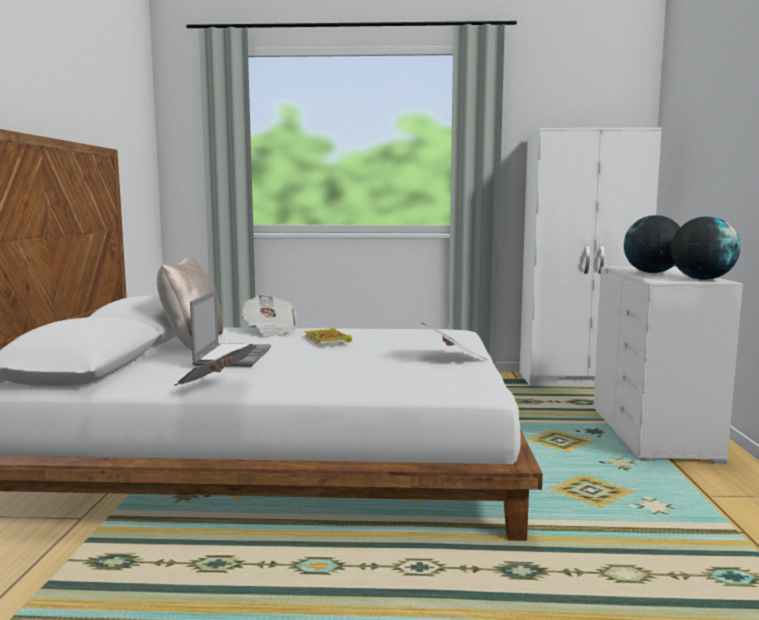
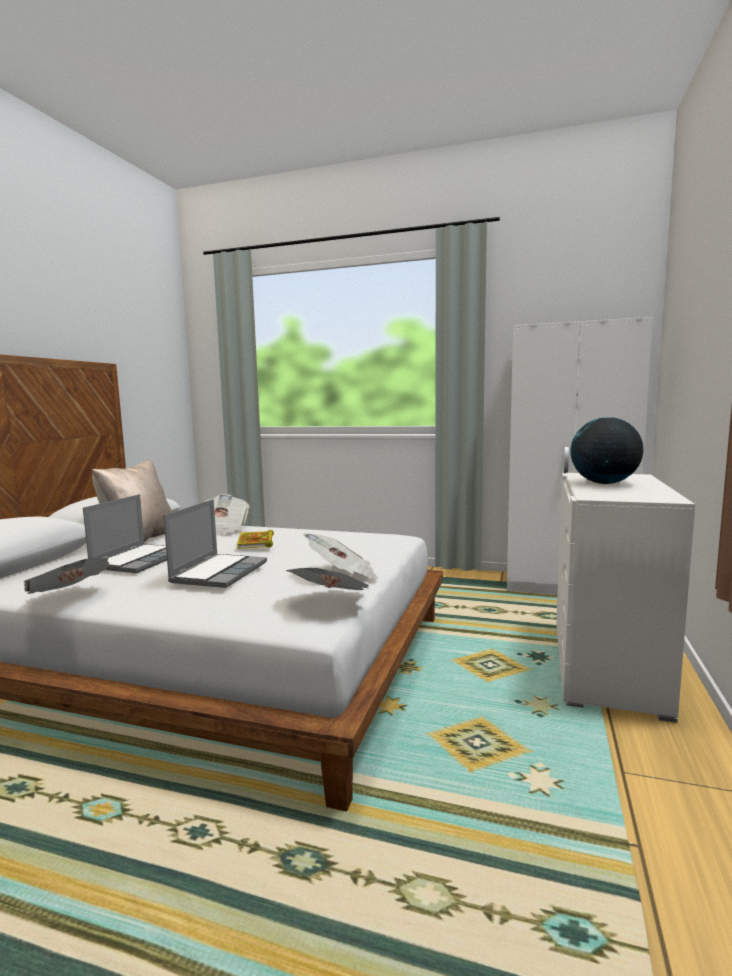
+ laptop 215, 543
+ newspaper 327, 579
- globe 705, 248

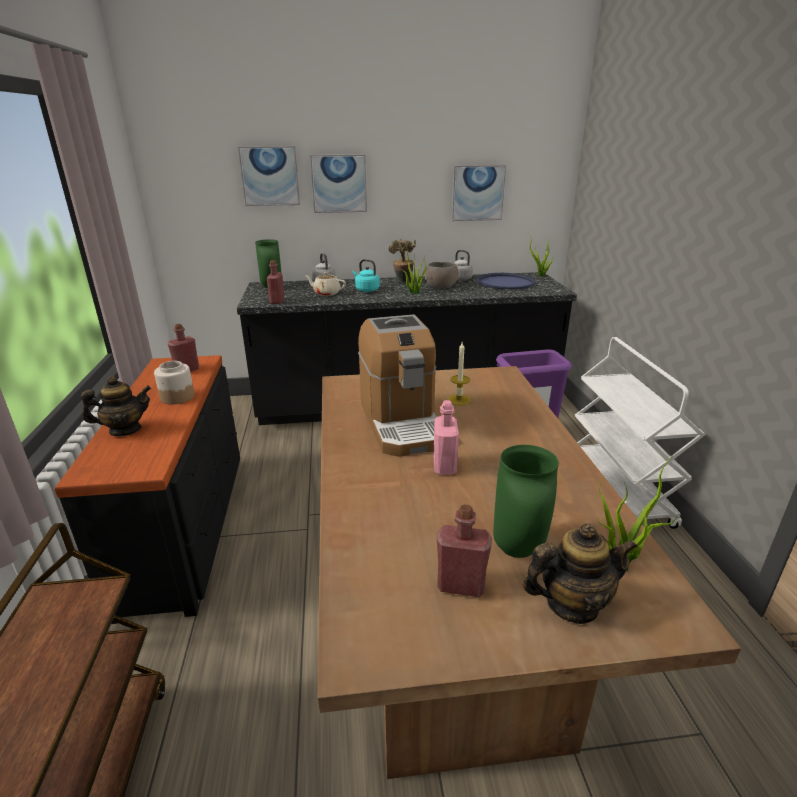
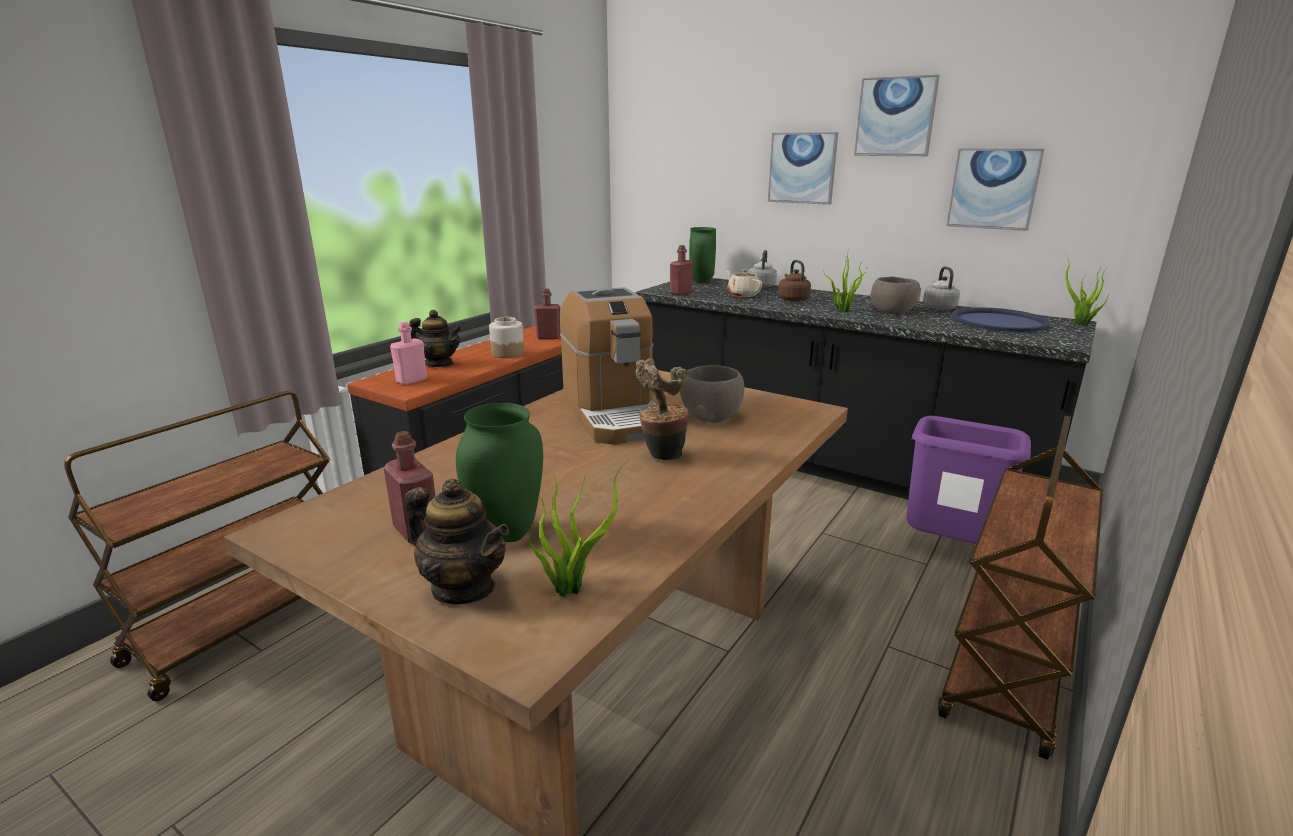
~ pink bottle 446, 437 to 408, 353
~ coffee machine 398, 385 = 608, 366 45 degrees counterclockwise
~ potted plant 402, 260 to 662, 409
~ candle 459, 373 to grey bowl 712, 394
~ turquoise kettle 366, 275 to brown kettle 794, 280
~ picture 269, 176 to 897, 115
~ white cart 640, 433 to brown cart 1020, 588

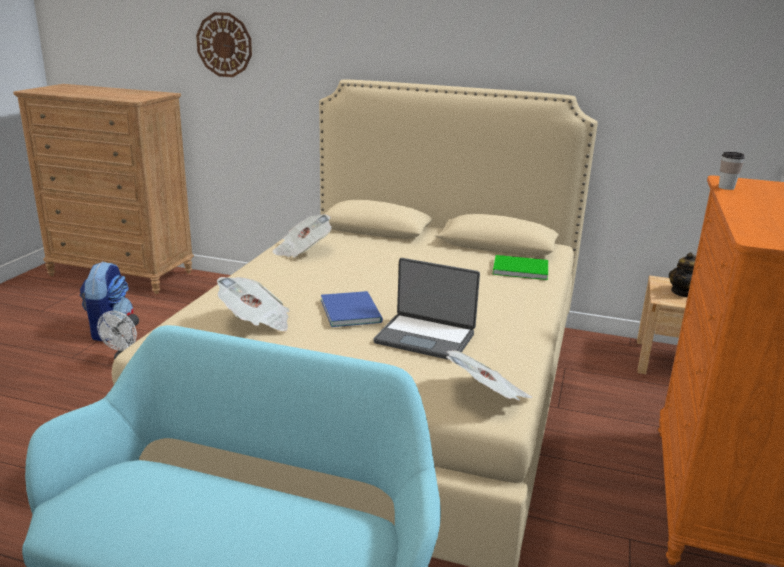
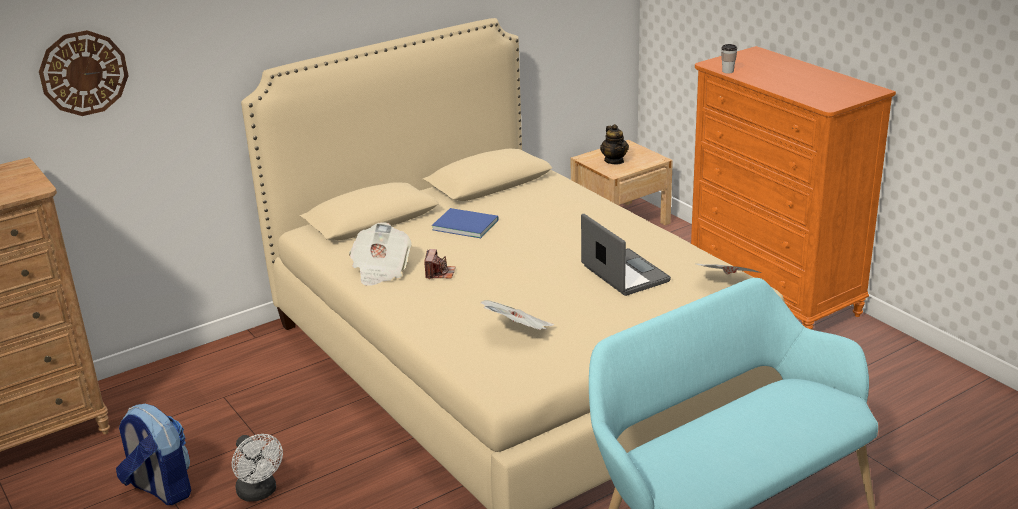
+ photo camera 440, 264
~ blue book 352, 309 to 465, 223
~ laptop 426, 309 = 626, 255 90 degrees counterclockwise
- green book 520, 267

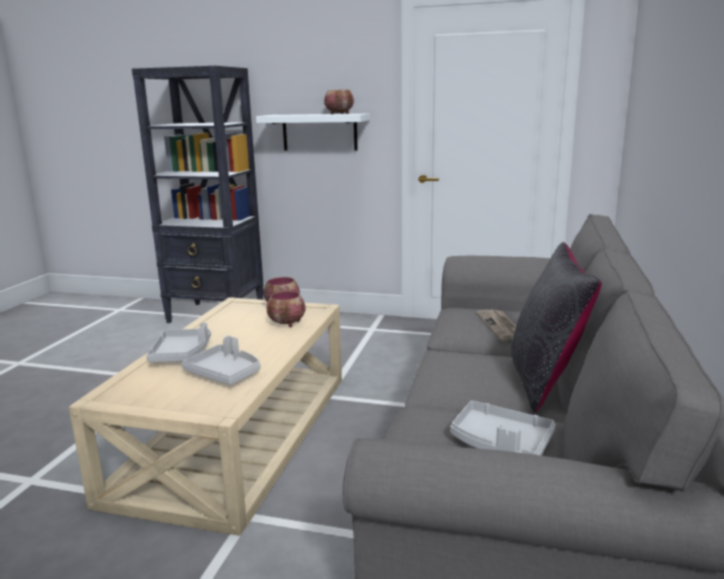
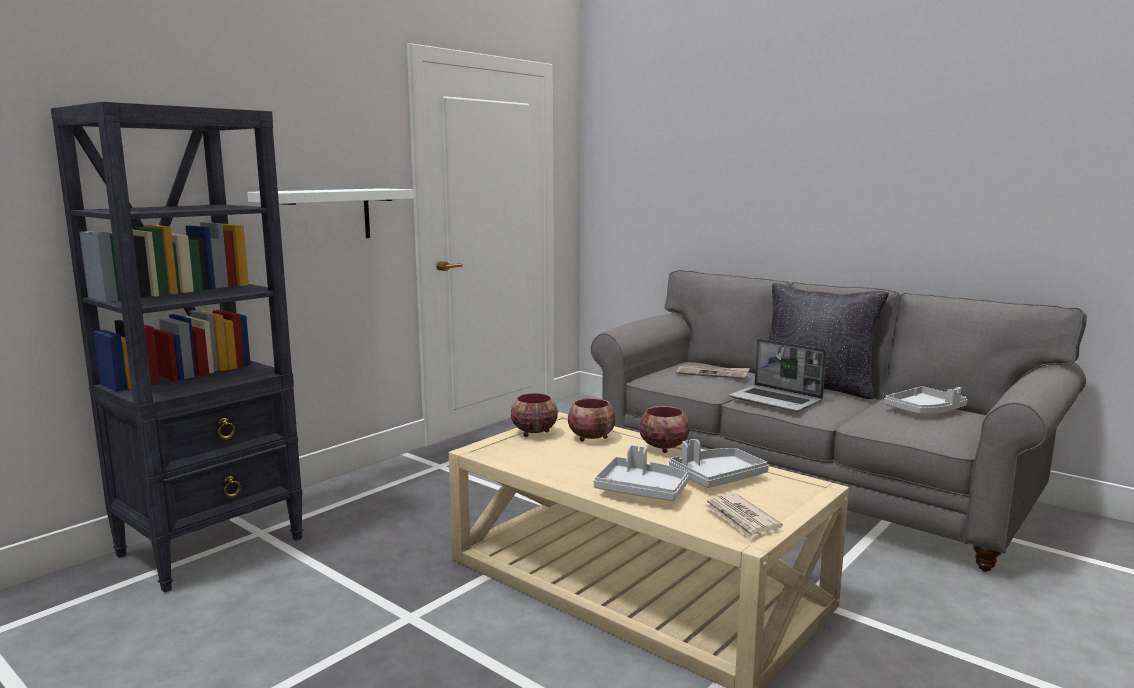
~ bowl 339, 102 to 664, 429
+ newspaper 743, 516
+ laptop 777, 375

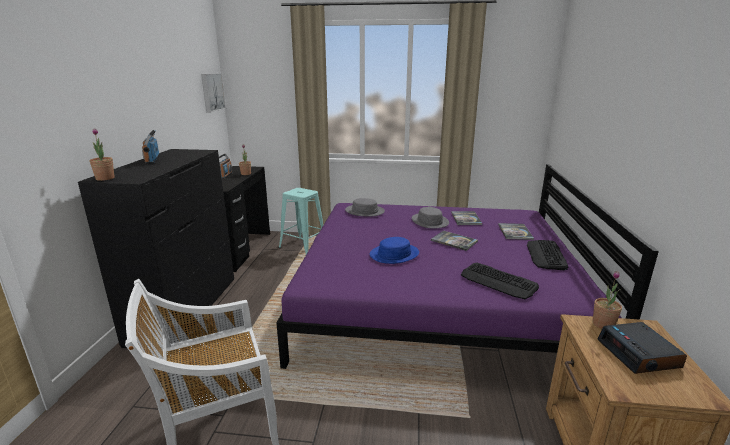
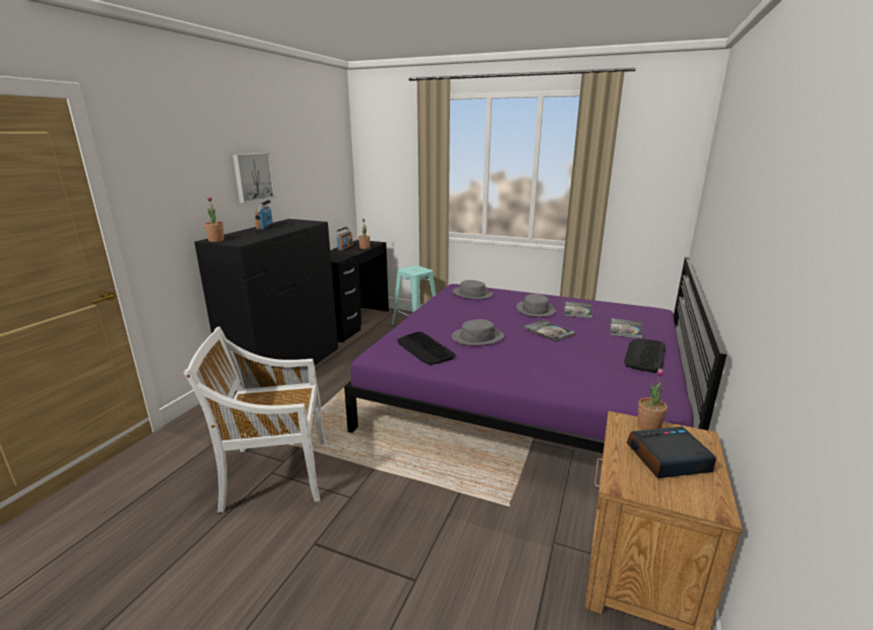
~ picture 213, 92 to 254, 178
~ keyboard 500, 281 to 426, 348
~ blue hat 394, 250 to grey hat 477, 332
~ alarm clock 642, 348 = 671, 452 75 degrees clockwise

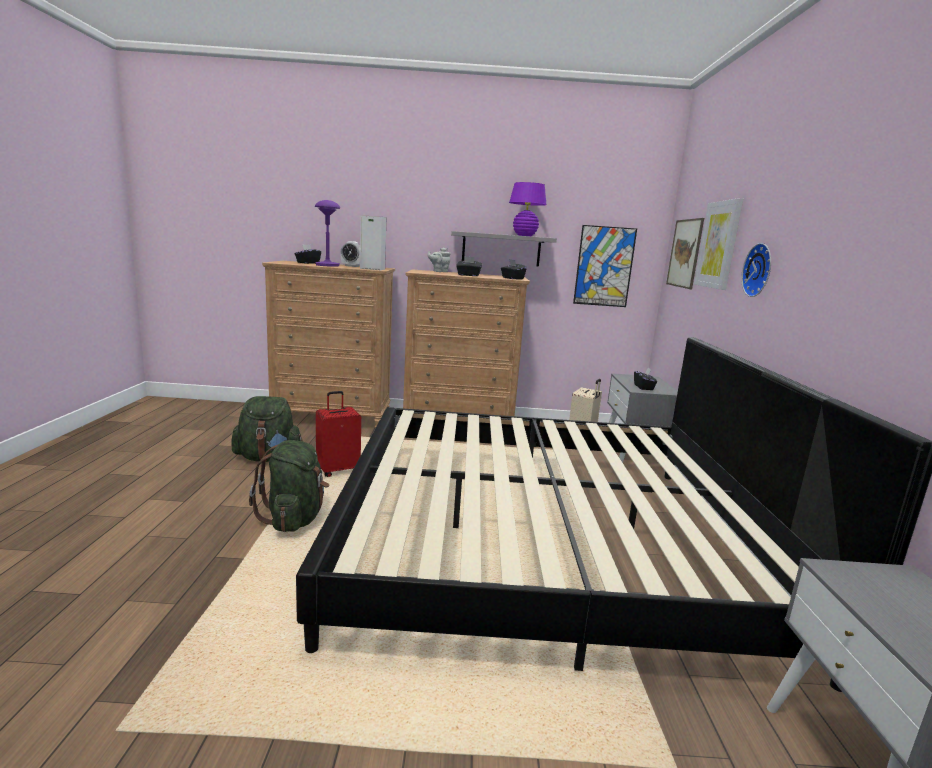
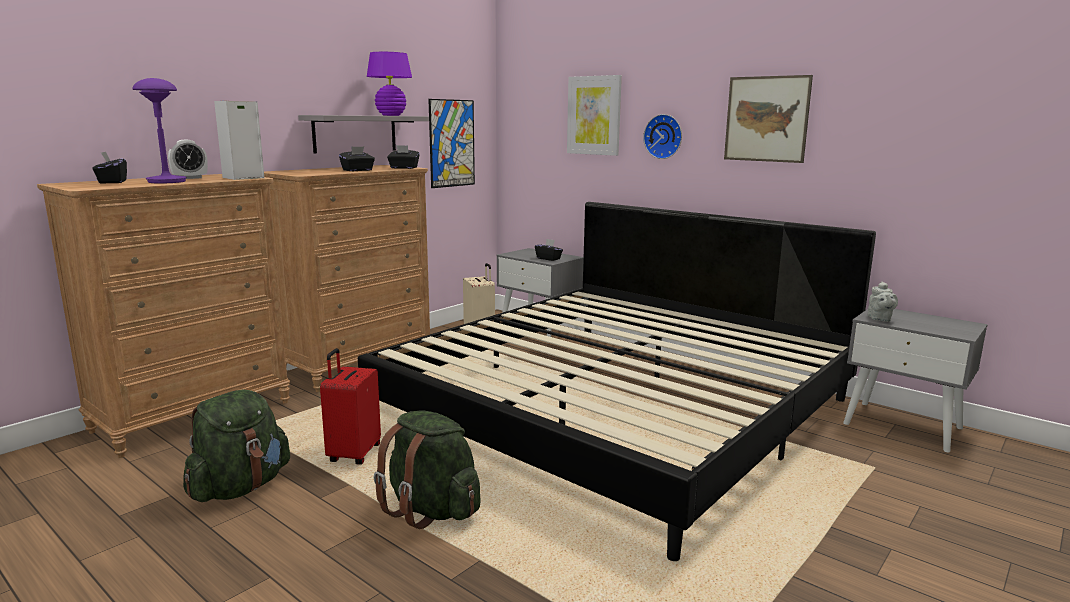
~ picture 685, 253 to 768, 119
~ grey teapot 439, 260 to 883, 302

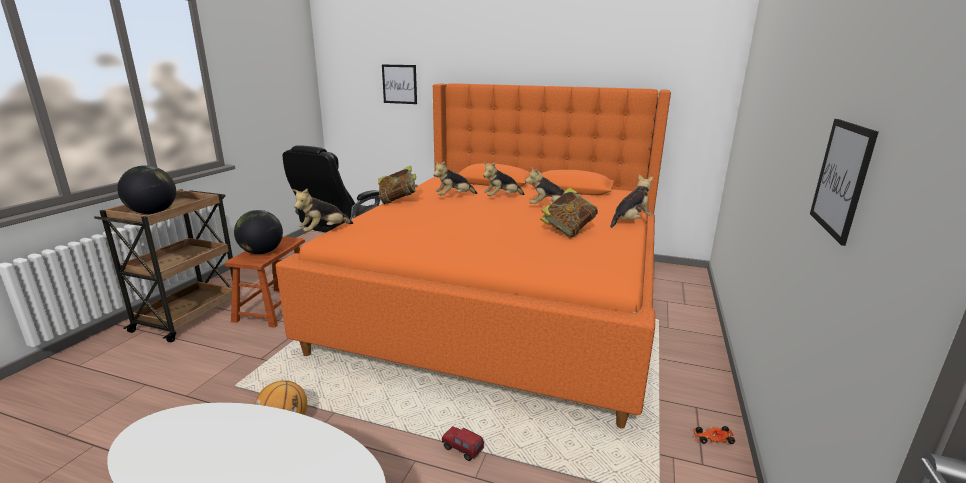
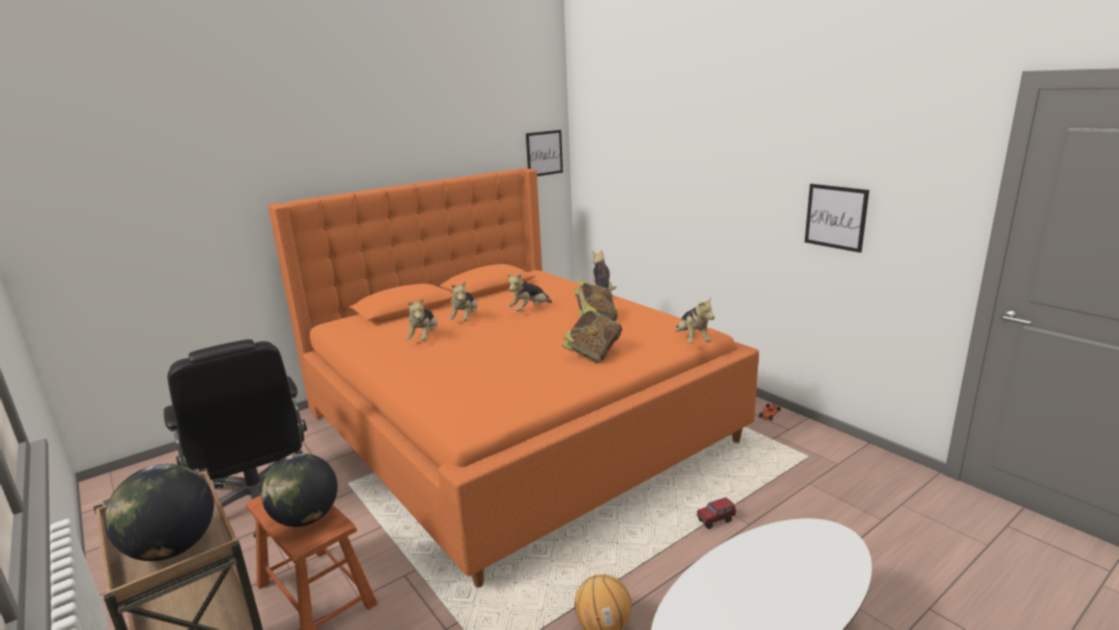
~ picture 399, 84 to 544, 153
~ book 398, 185 to 592, 334
~ plush toy 322, 210 to 695, 320

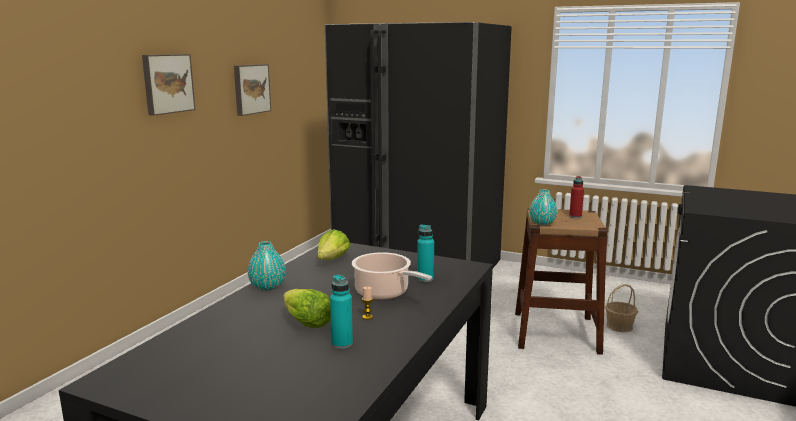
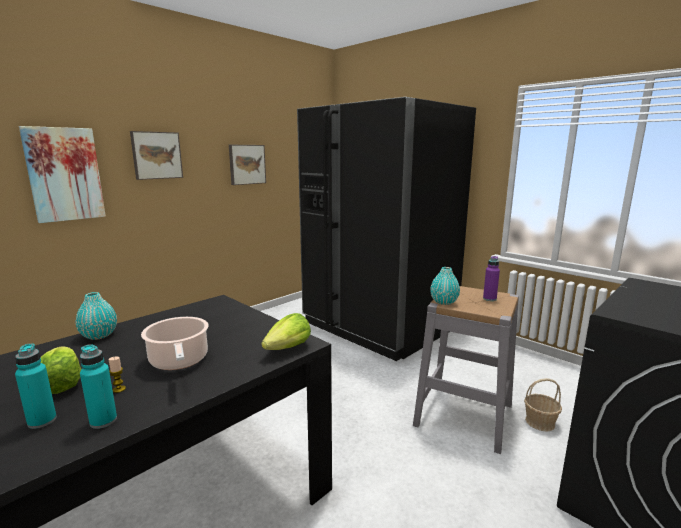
+ picture 62, 174
~ turquoise bottle 425, 253 to 98, 386
~ lettuce 333, 244 to 286, 331
~ brown stool 561, 282 to grey stool 466, 370
~ red bottle 576, 197 to purple bottle 491, 278

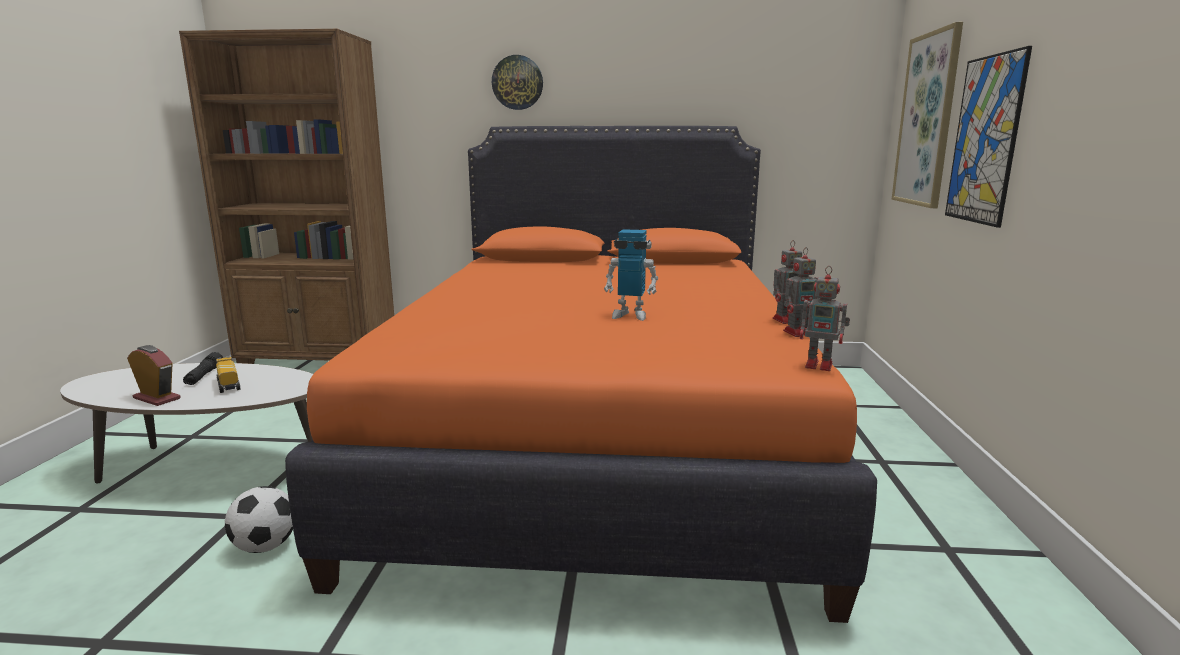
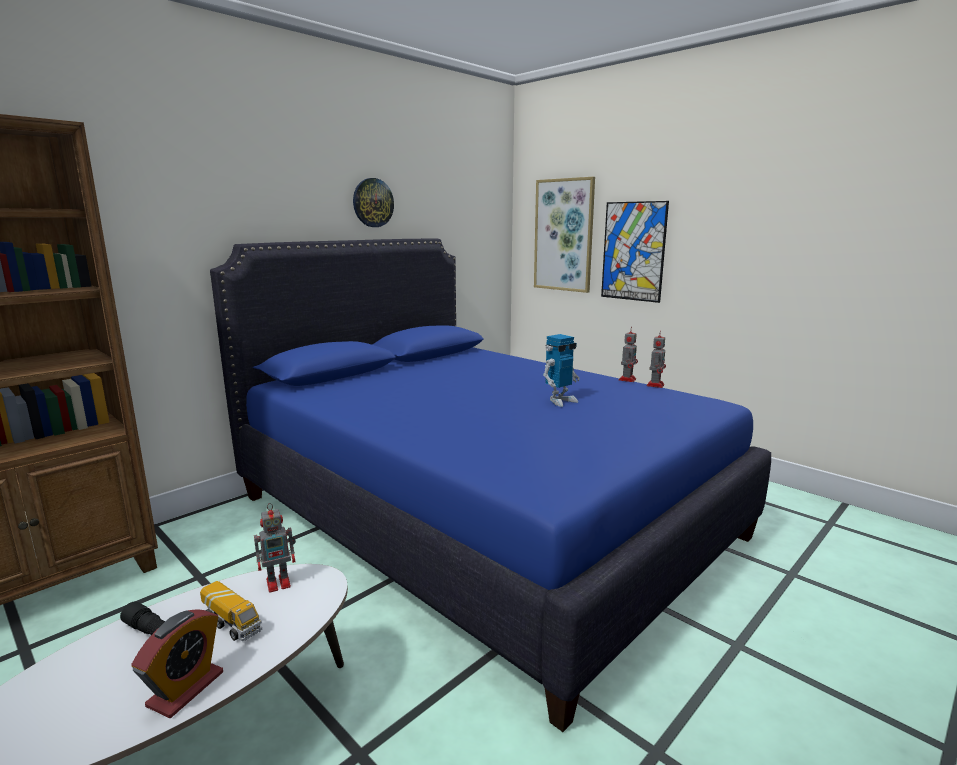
~ alarm clock 154, 375 = 177, 663 135 degrees clockwise
~ toy truck 228, 374 = 231, 611 150 degrees counterclockwise
~ orange bed 581, 374 to blue bed 490, 485
~ toy robot 825, 318 to 275, 548
~ wall clock 517, 82 to 373, 202
- football 259, 519

